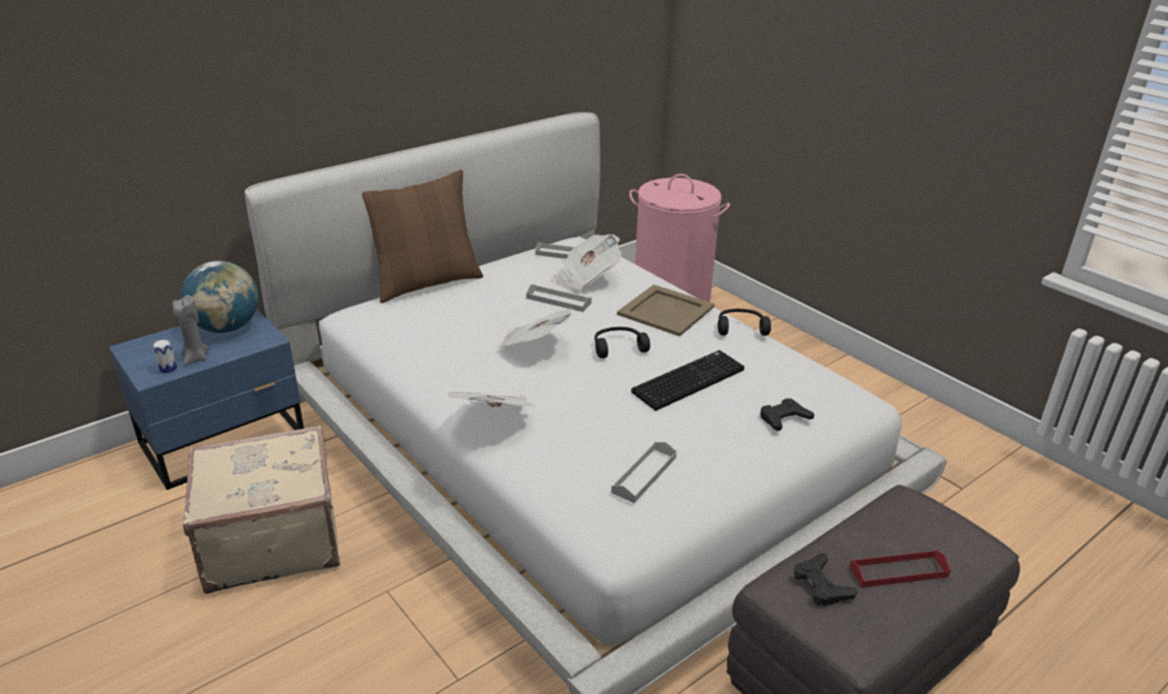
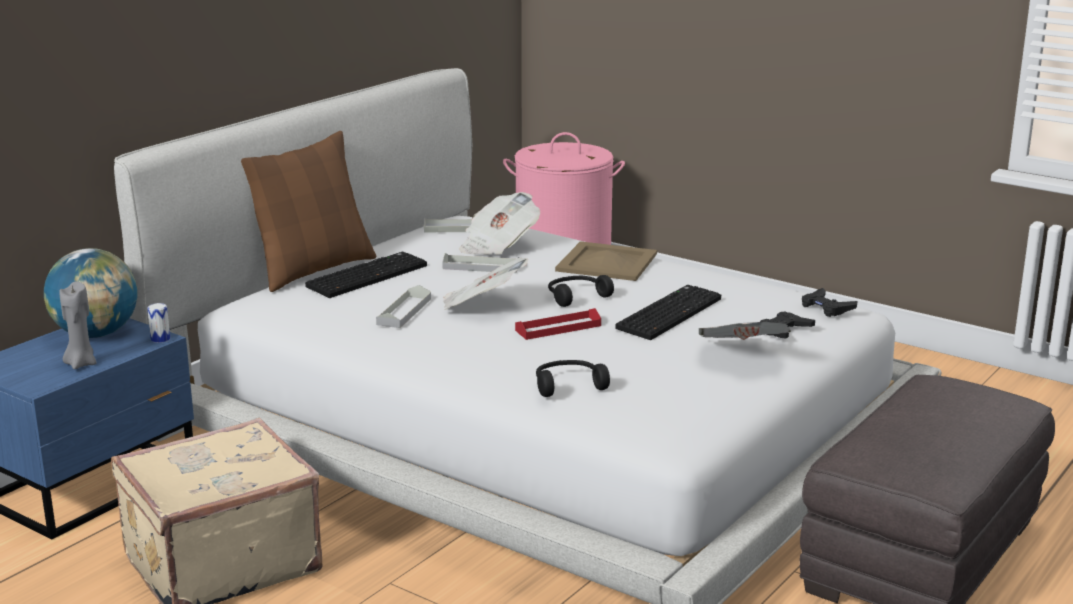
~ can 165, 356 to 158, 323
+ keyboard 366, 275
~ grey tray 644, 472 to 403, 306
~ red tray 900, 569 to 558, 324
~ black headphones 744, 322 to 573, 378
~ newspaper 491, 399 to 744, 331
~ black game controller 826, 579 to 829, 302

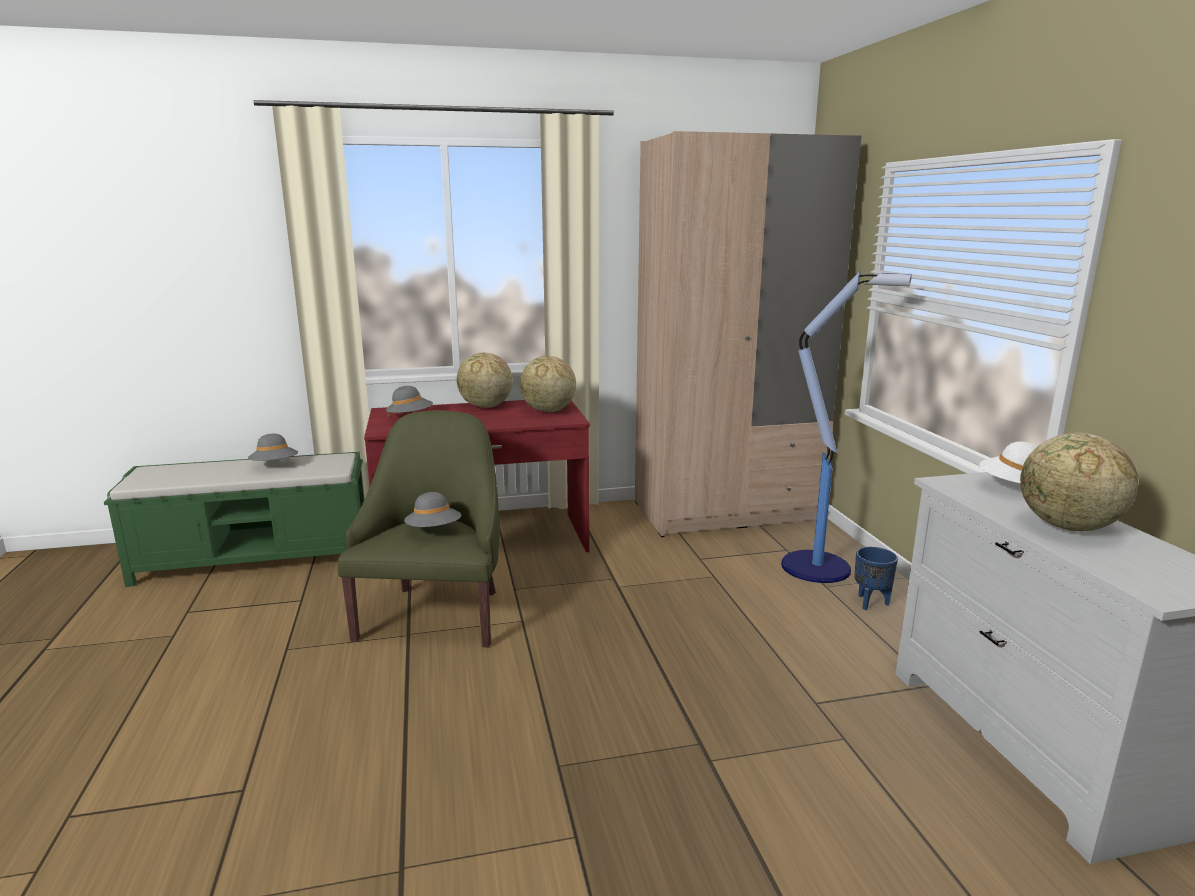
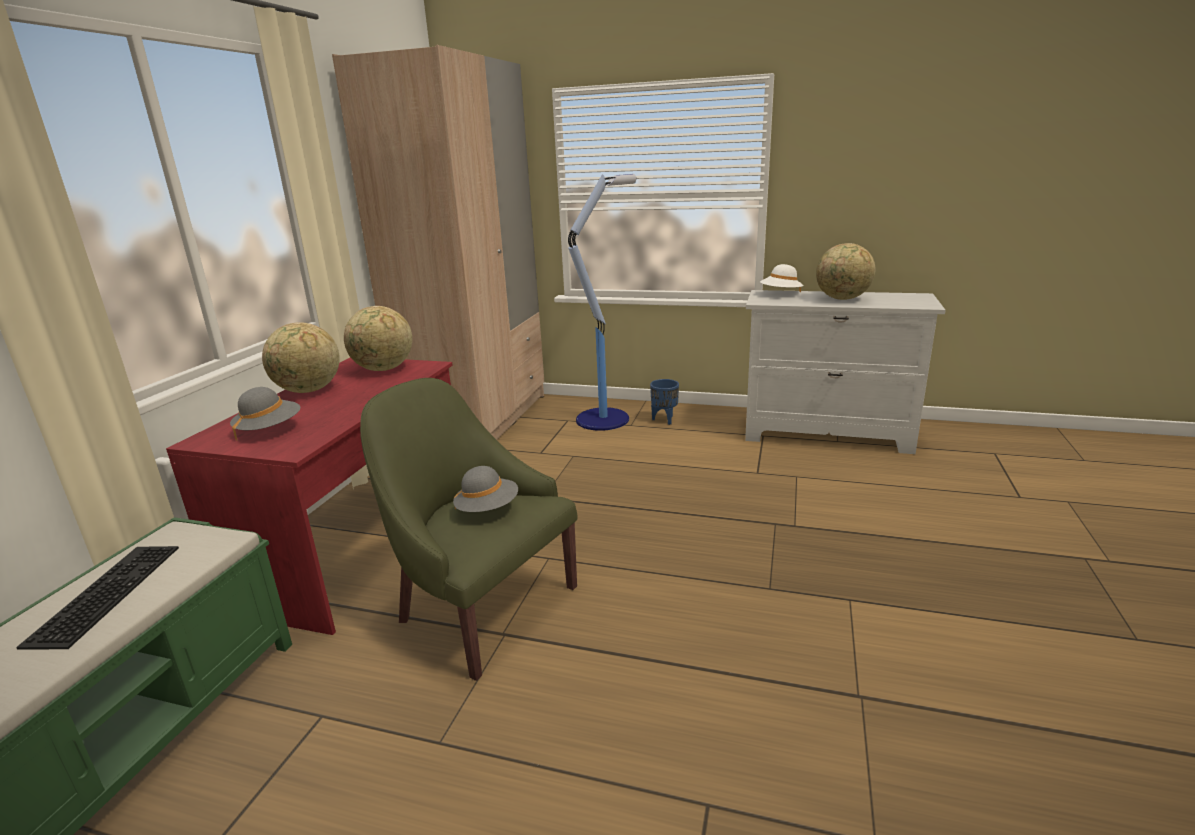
~ grey hat 273, 447 to keyboard 97, 598

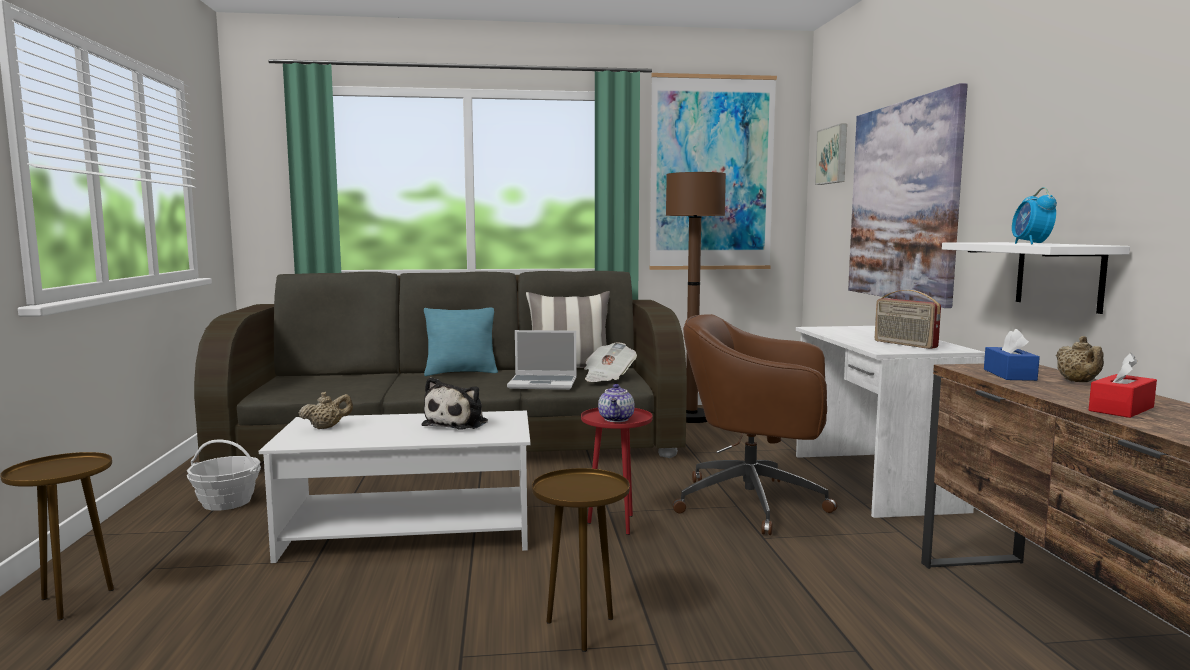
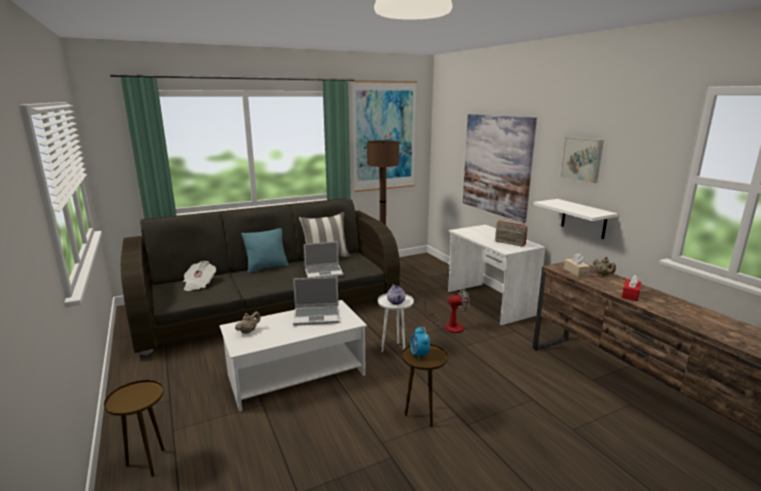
~ newspaper 610, 362 to 199, 276
~ plush toy 455, 403 to laptop 316, 301
~ red side table 616, 471 to white side table 396, 323
~ alarm clock 1034, 216 to 420, 343
~ brown office chair 755, 424 to fan 445, 311
~ picture 831, 154 to 582, 160
~ blue tissue box 1012, 355 to beige tissue box 577, 265
- basket 224, 475

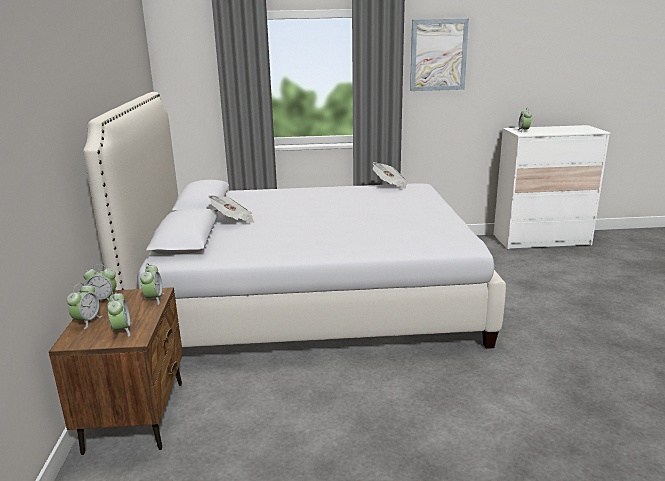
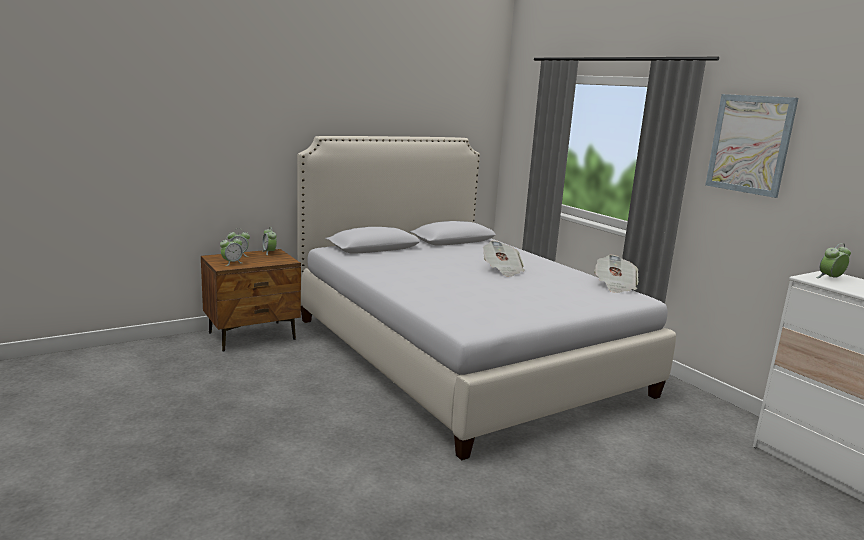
~ newspaper 231, 209 to 504, 259
- alarm clock 152, 284

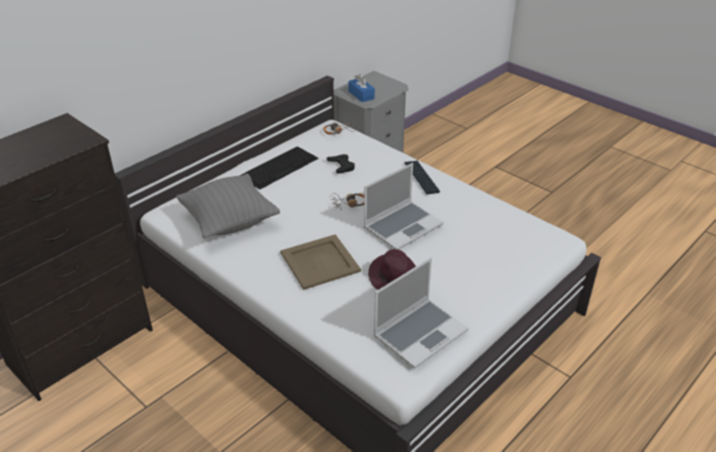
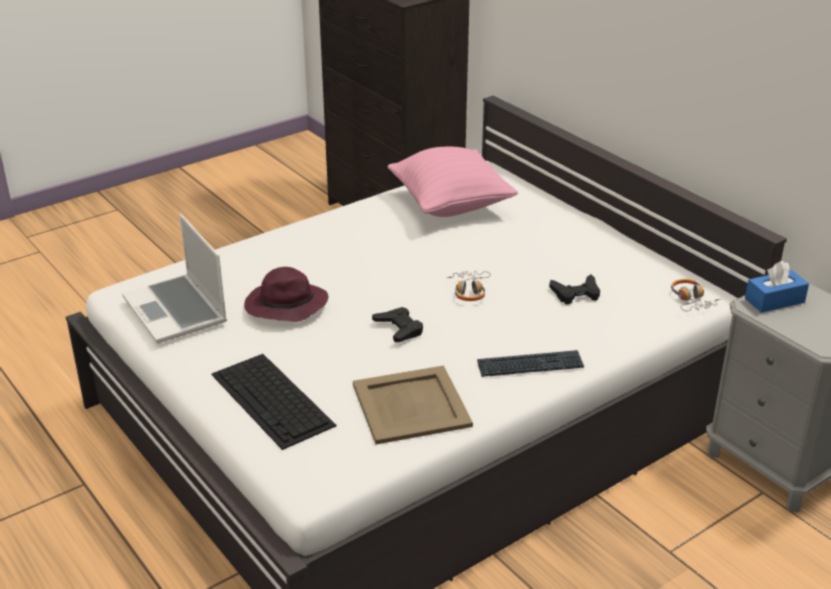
~ keyboard 278, 167 to 274, 402
~ beige tray 320, 262 to 413, 405
~ laptop 404, 206 to black game controller 397, 324
~ grey pillow 228, 206 to pink pillow 453, 182

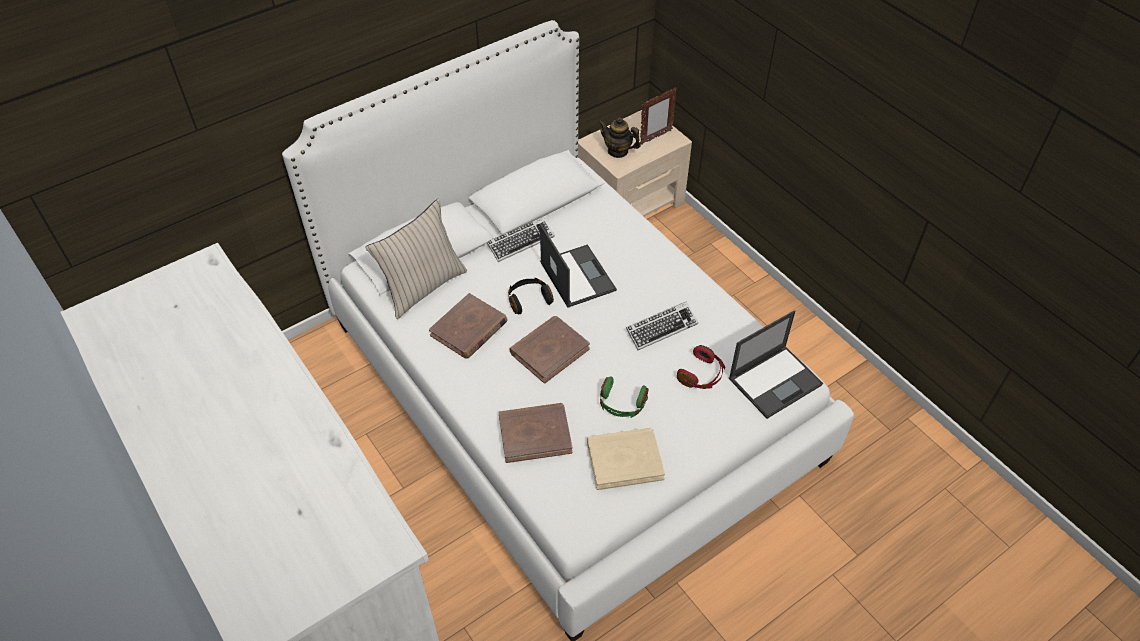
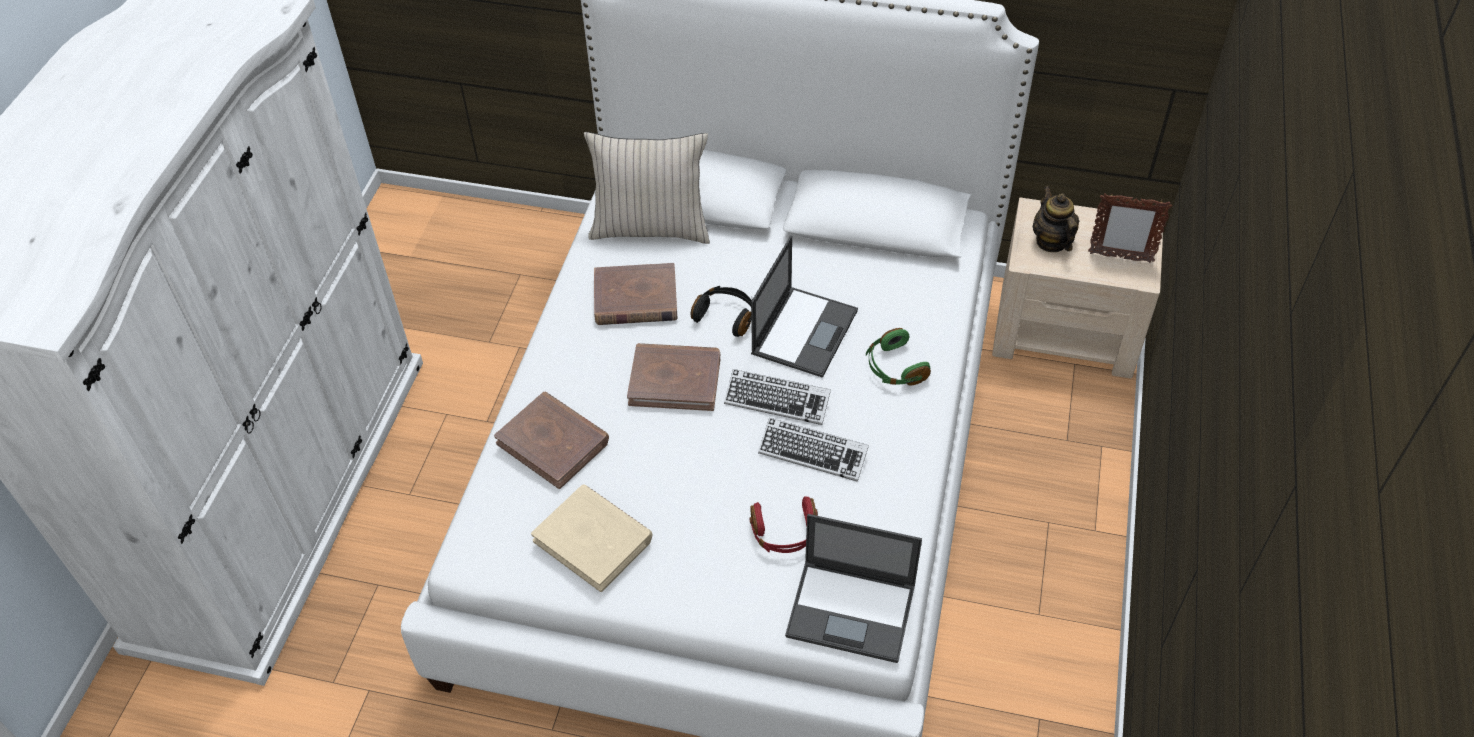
~ keyboard 521, 239 to 777, 397
~ green headphones 624, 397 to 898, 357

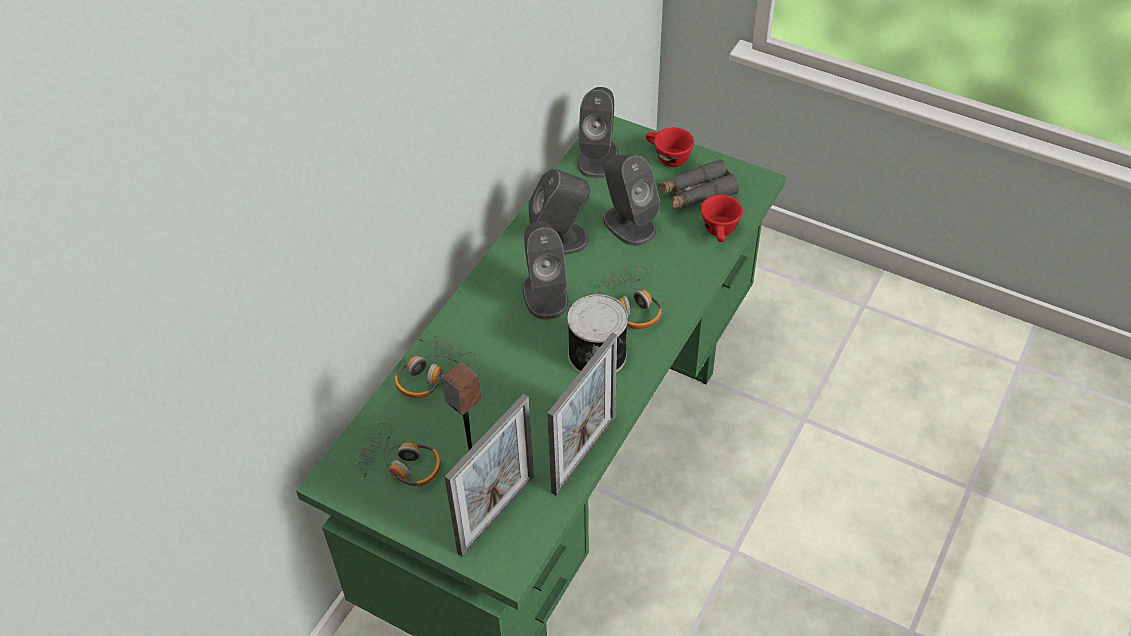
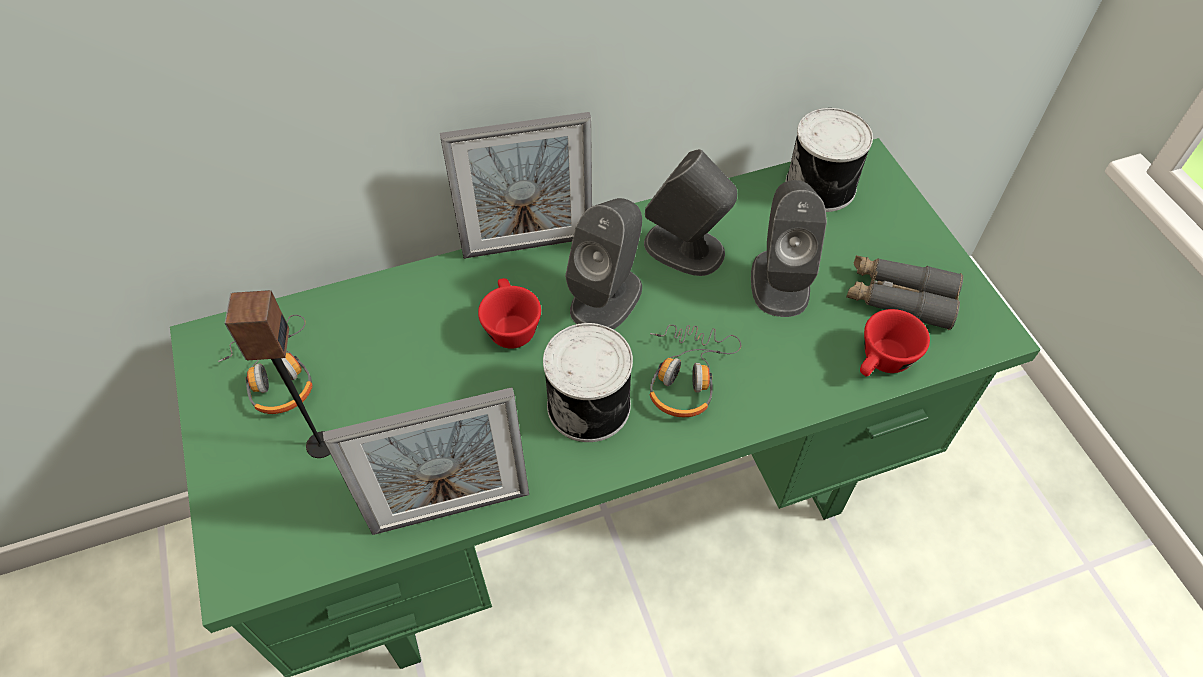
~ picture frame 489, 475 to 516, 185
~ red cup 670, 147 to 509, 313
~ grey speaker 598, 132 to can 829, 160
- headphones 434, 366

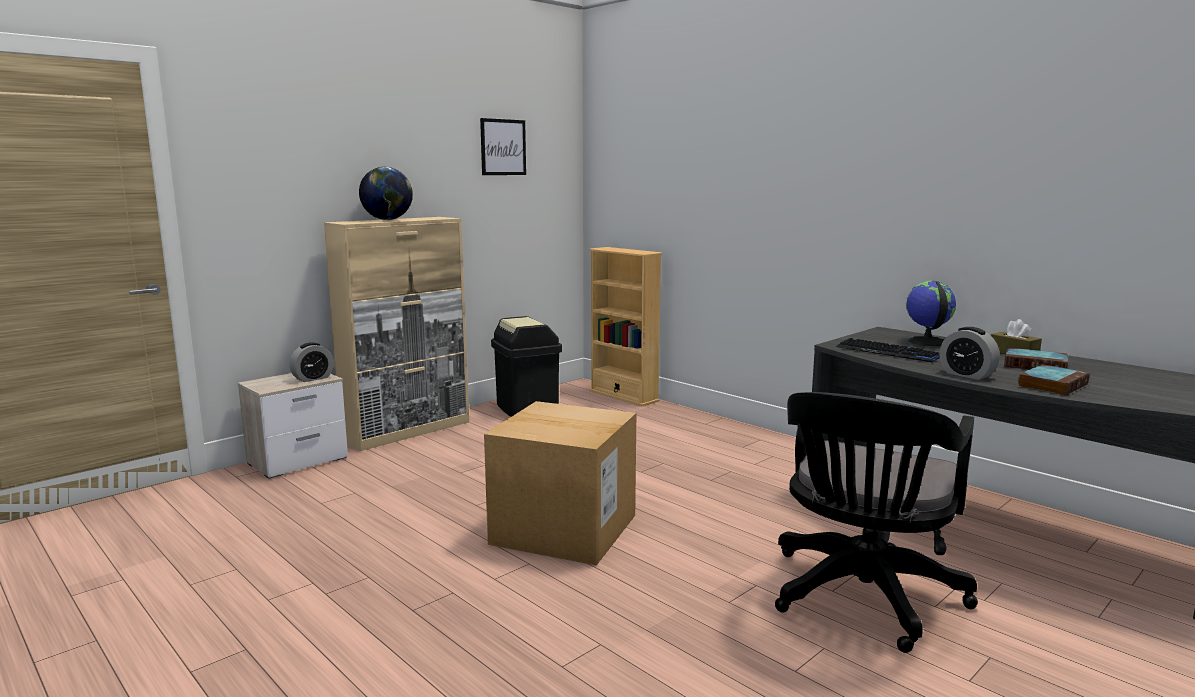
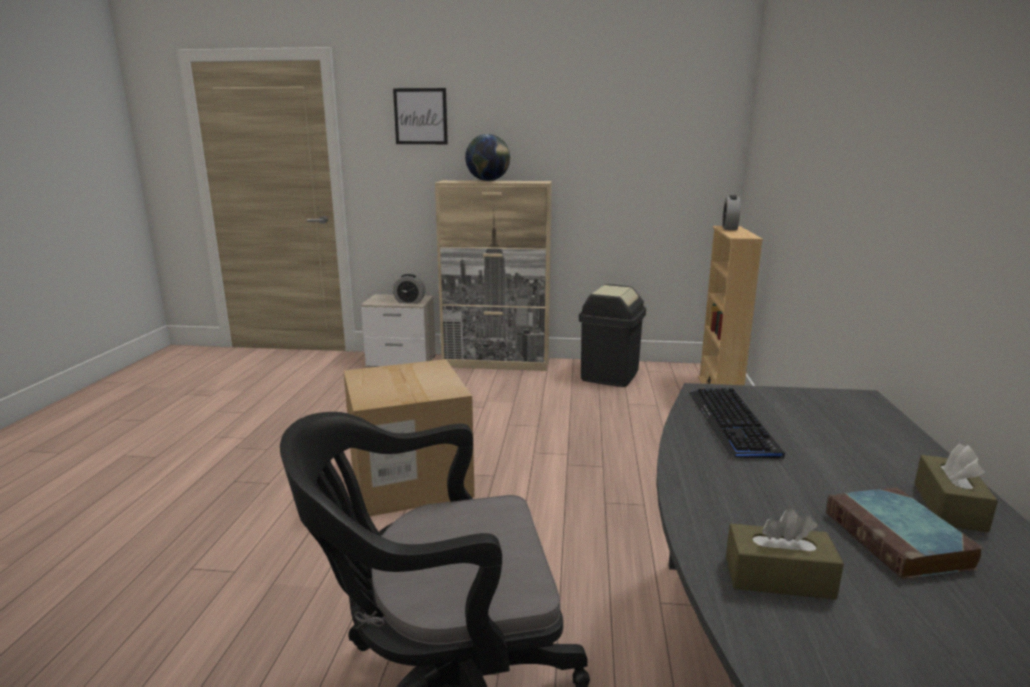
~ picture 503, 146 to 420, 116
~ alarm clock 969, 353 to 731, 212
~ book 1054, 379 to brown tissue box 785, 554
- globe 931, 313

